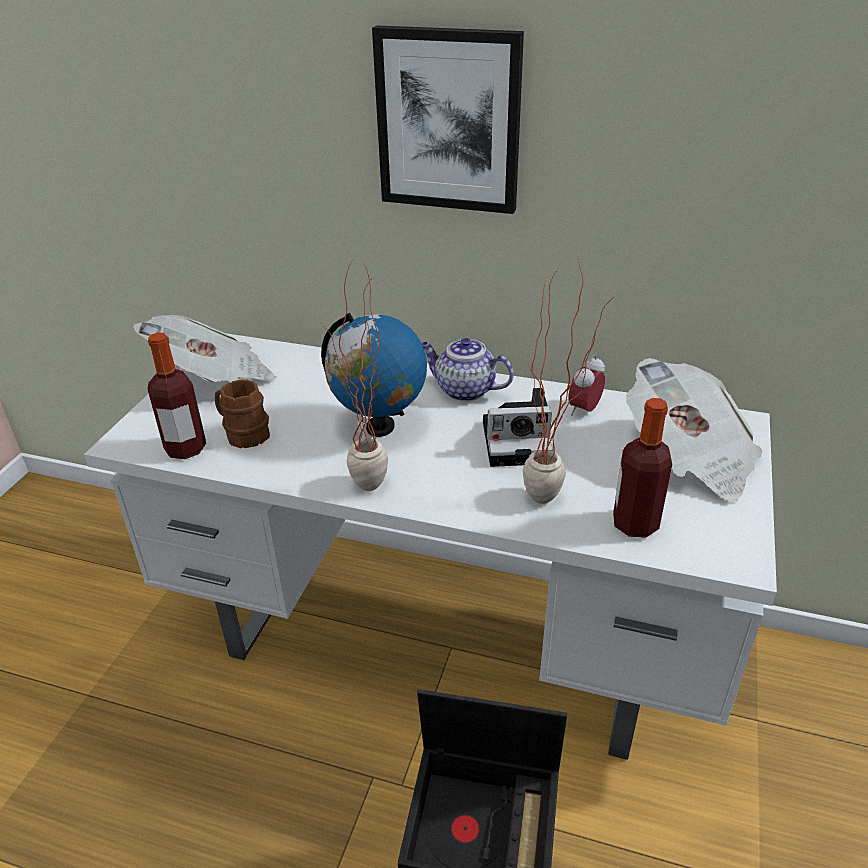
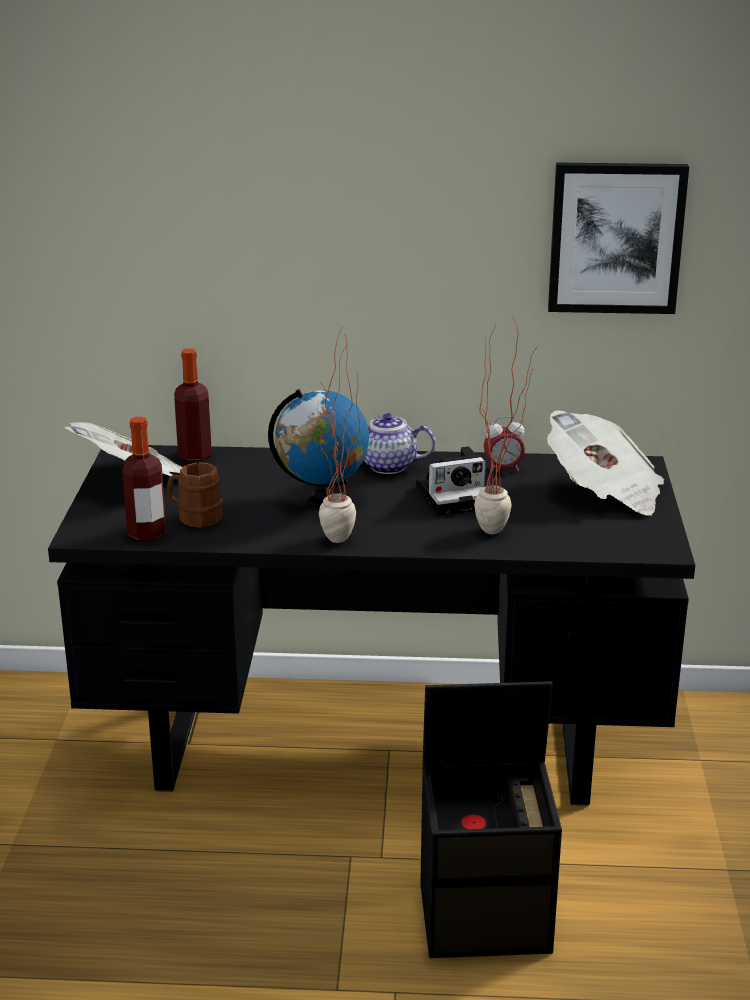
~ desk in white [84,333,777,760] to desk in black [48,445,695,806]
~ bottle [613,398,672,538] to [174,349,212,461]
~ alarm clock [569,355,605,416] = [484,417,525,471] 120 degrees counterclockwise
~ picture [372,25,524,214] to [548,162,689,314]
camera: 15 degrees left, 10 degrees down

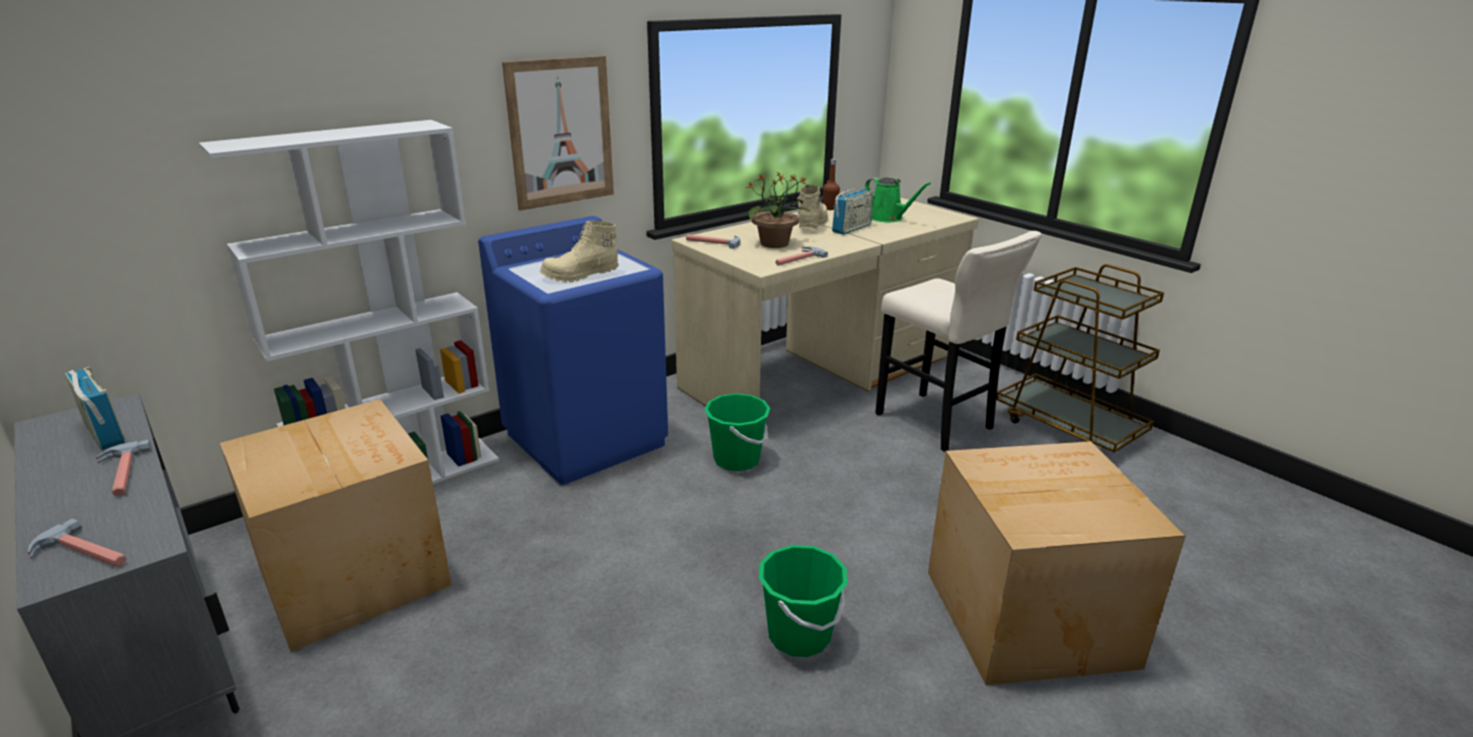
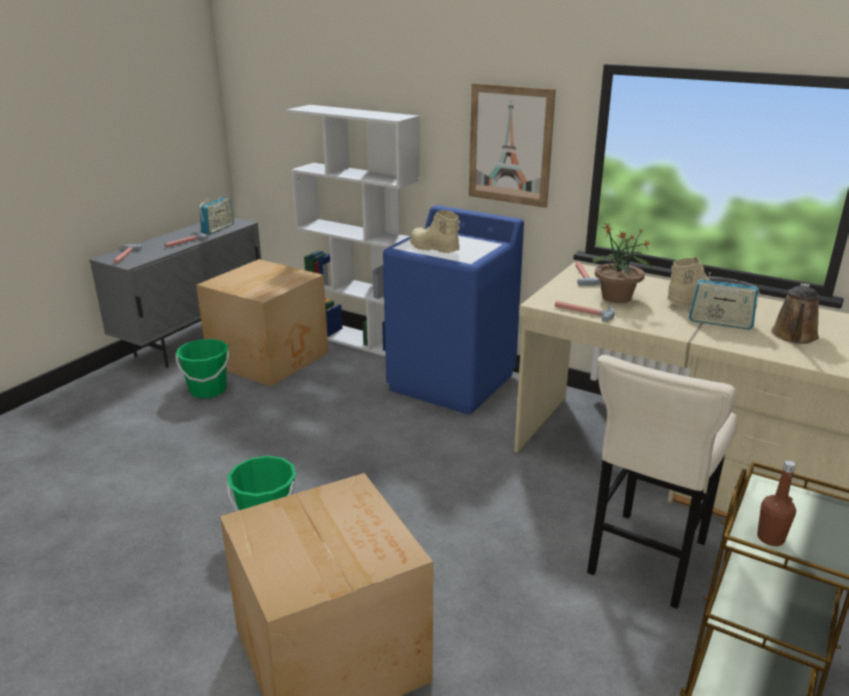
~ bucket in green [704,393,770,471] to [176,339,229,398]
~ bottle in brown [823,159,840,210] to [757,460,796,546]
~ watering can in green [865,177,931,222] to watering can in brown [771,283,819,344]
camera: 70 degrees right, 0 degrees up

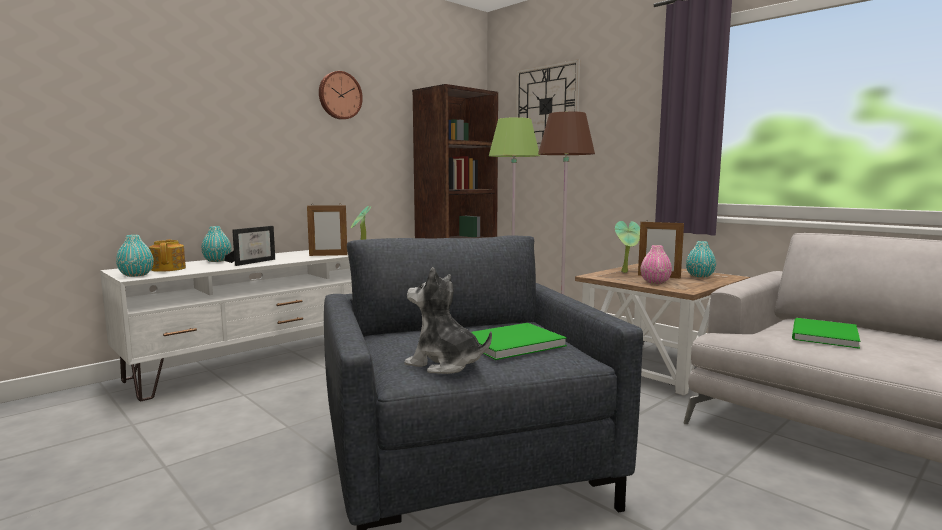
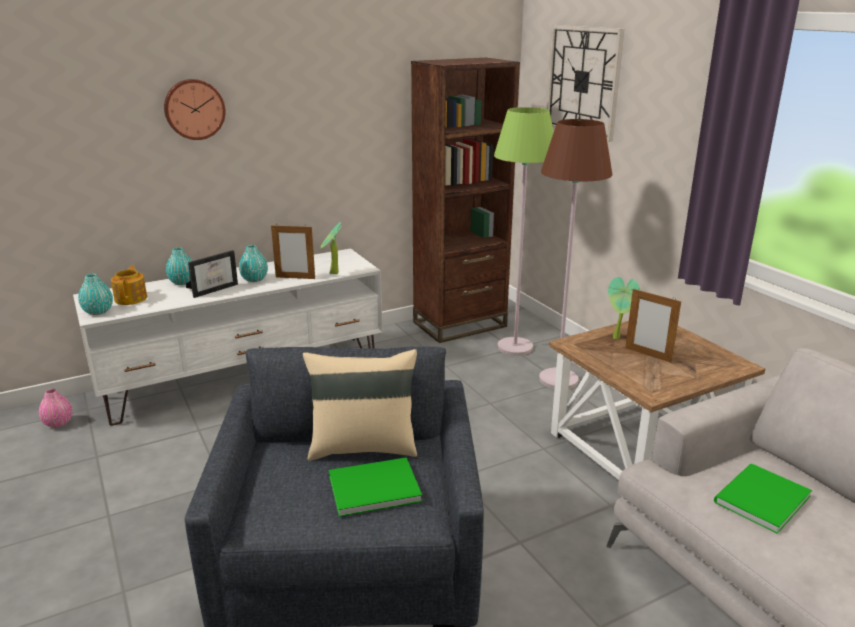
~ vase in pink [641,245,672,284] to [39,389,73,428]
~ wall clock [319,71,363,120] to [164,79,226,140]
~ vase in turquoise [686,241,716,278] to [239,245,268,282]
+ pillow in beige [303,349,417,461]
- plush toy [404,267,492,374]
camera: 15 degrees right, 15 degrees up

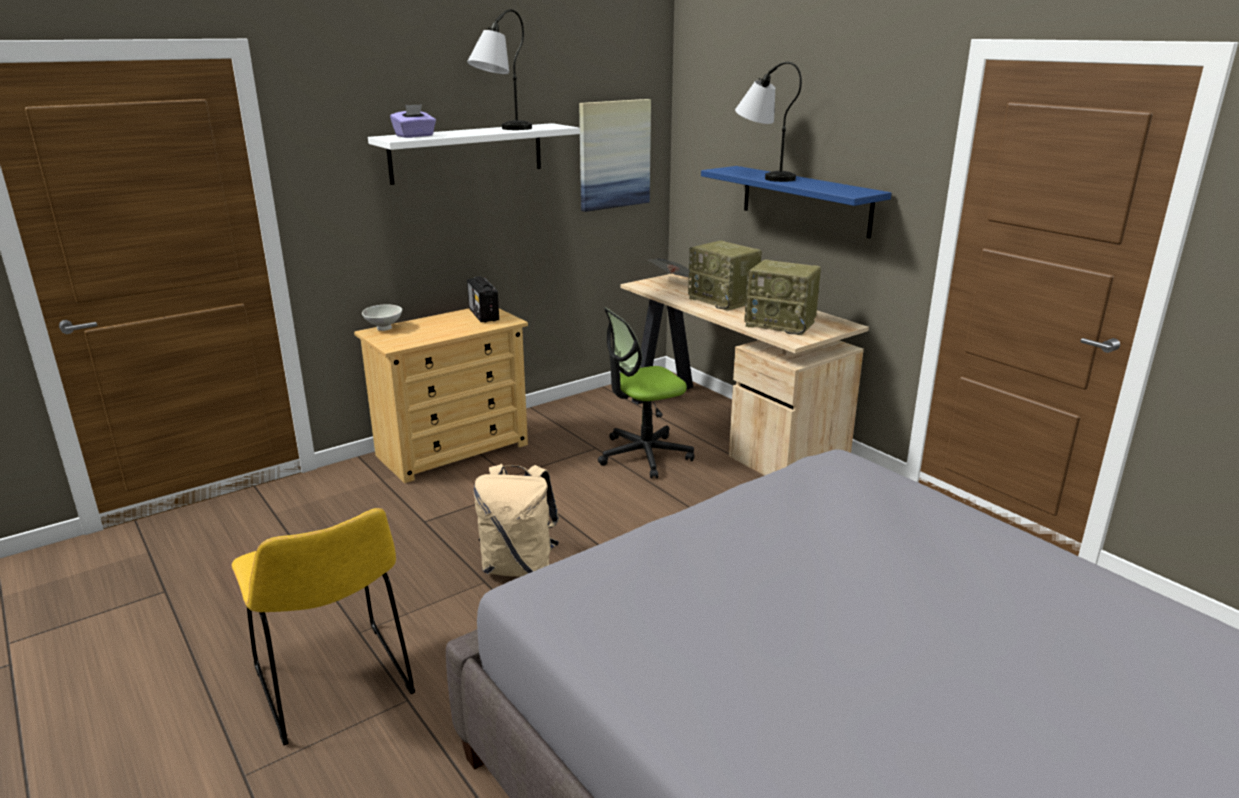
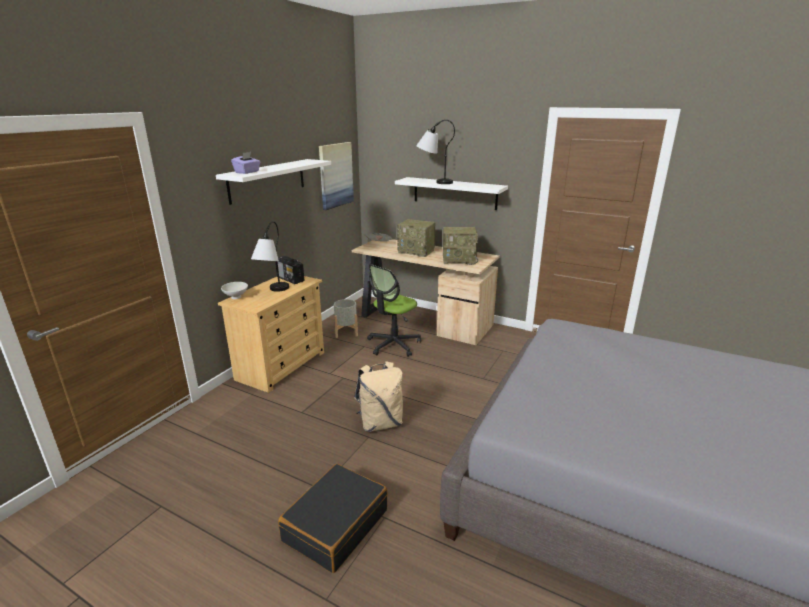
~ table lamp [467,9,532,130] to [251,221,289,292]
~ chair in yellow [231,508,415,745] to suitcase in black [278,464,387,573]
+ planter in grey [334,299,358,338]
~ shelf in blue [701,166,891,238] to shelf in white [395,177,508,210]
camera: 25 degrees left, 0 degrees up

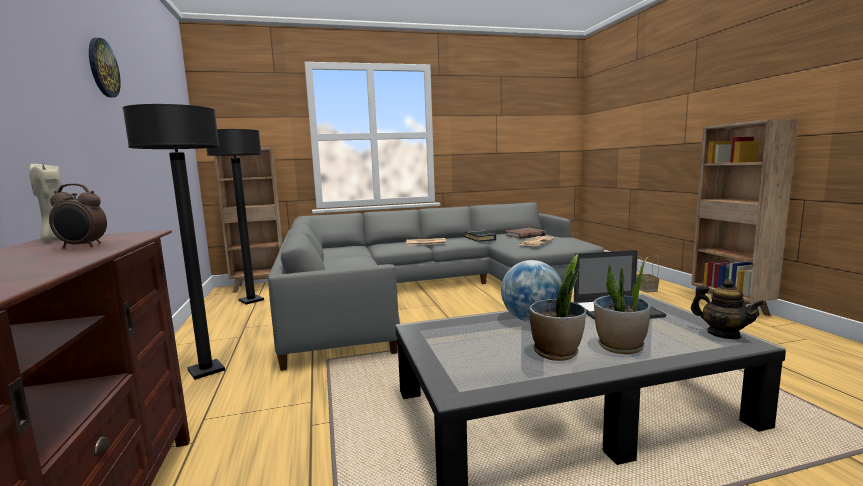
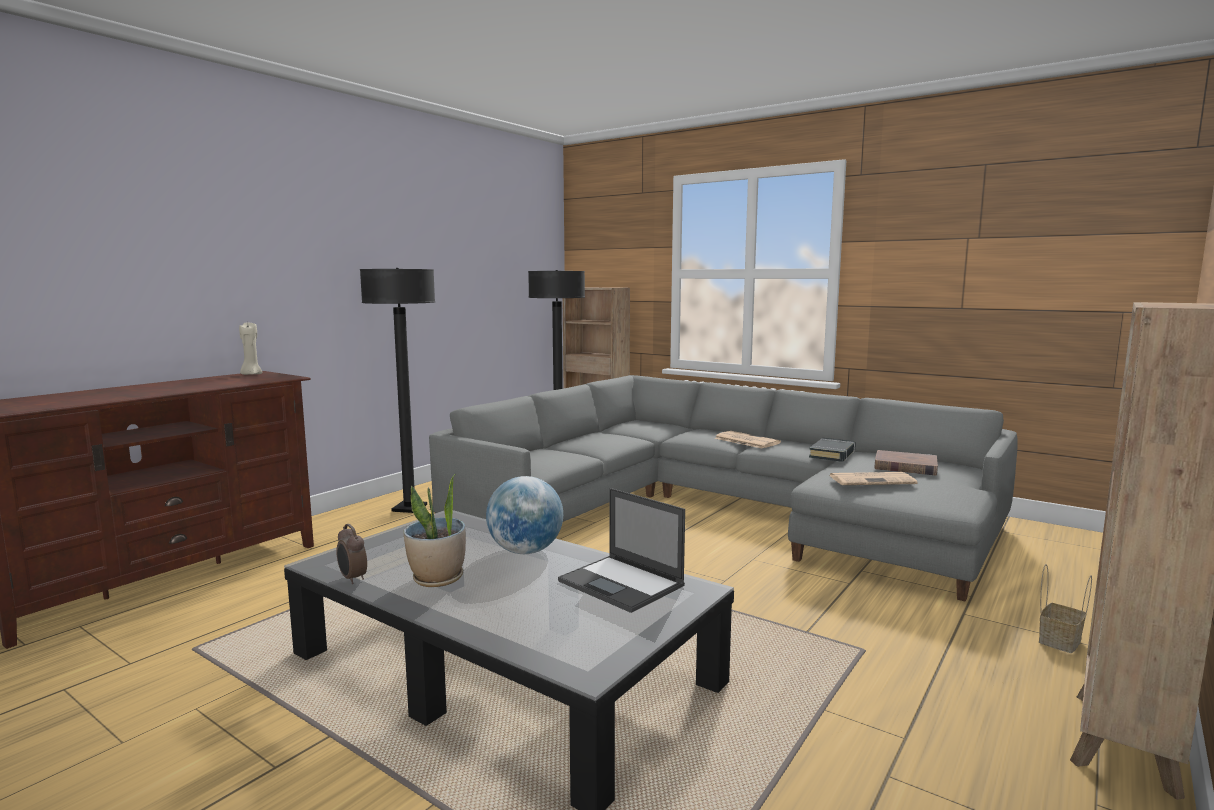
~ alarm clock [49,184,107,248] to [336,524,367,584]
- wall clock [89,38,121,97]
- potted plant [594,257,651,354]
- teapot [691,279,765,339]
camera: 50 degrees right, 0 degrees up

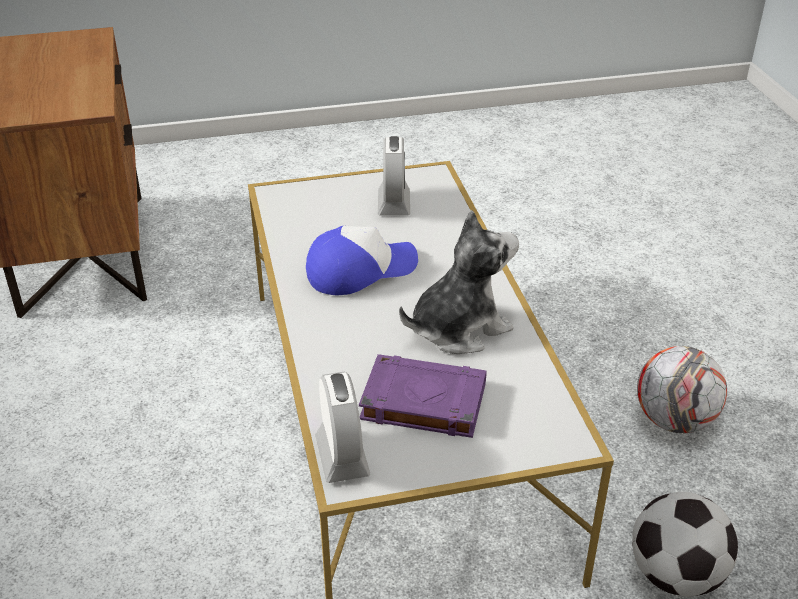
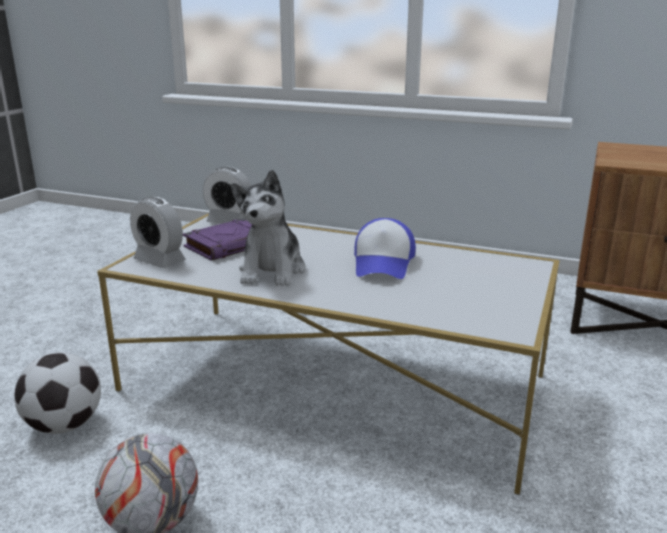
~ alarm clock [378,136,410,216] to [130,197,186,268]
camera: 125 degrees right, 15 degrees down

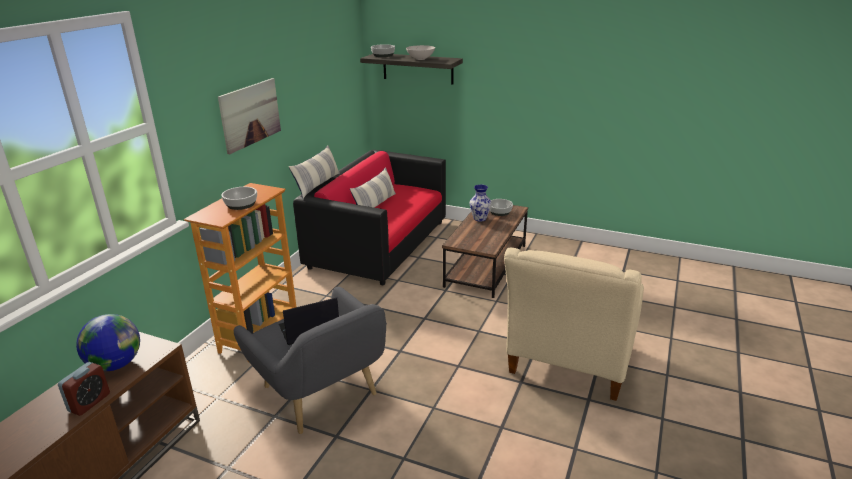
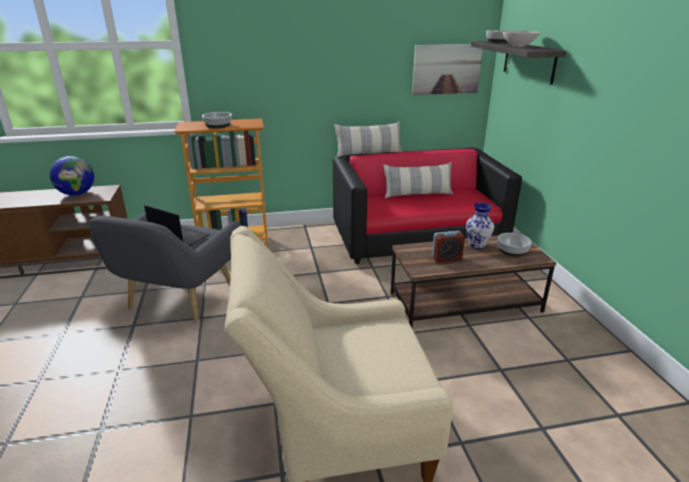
~ picture [218,78,281,154] to [412,44,483,95]
~ alarm clock [58,362,110,416] to [432,231,465,263]
camera: 55 degrees right, 0 degrees up

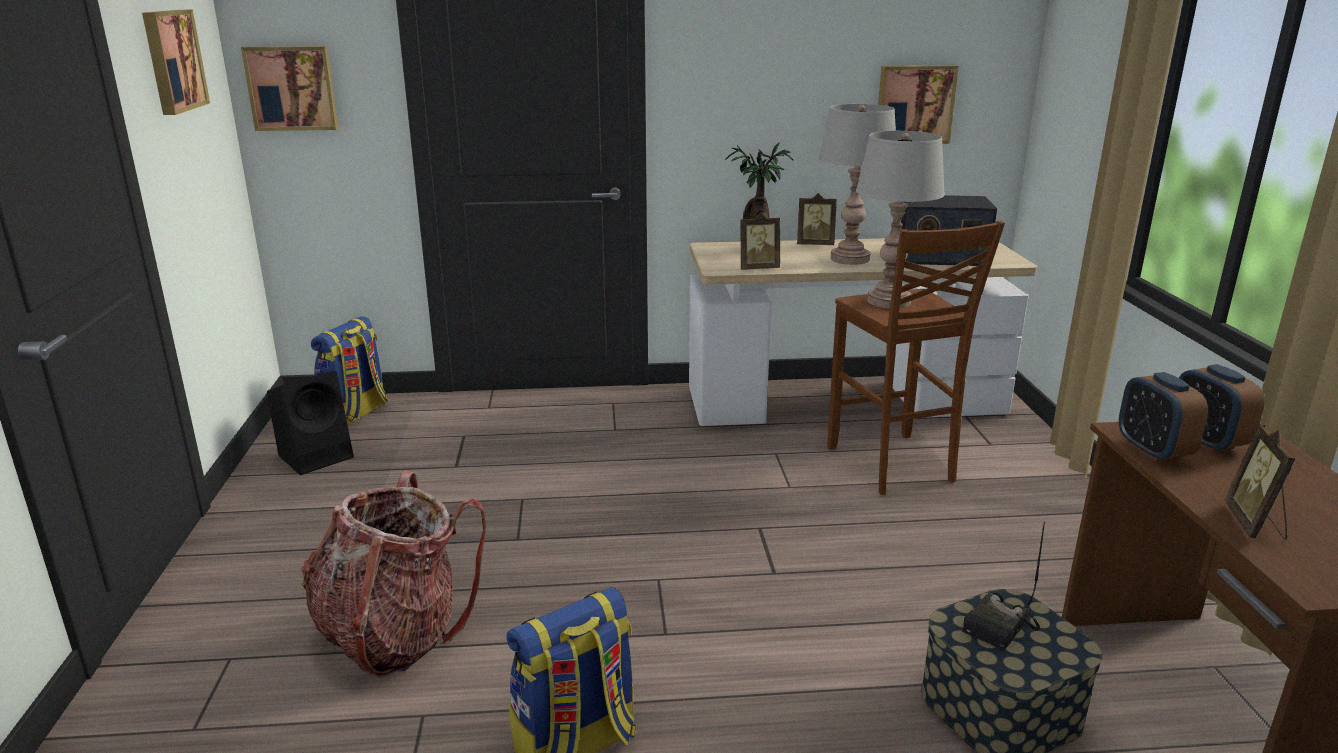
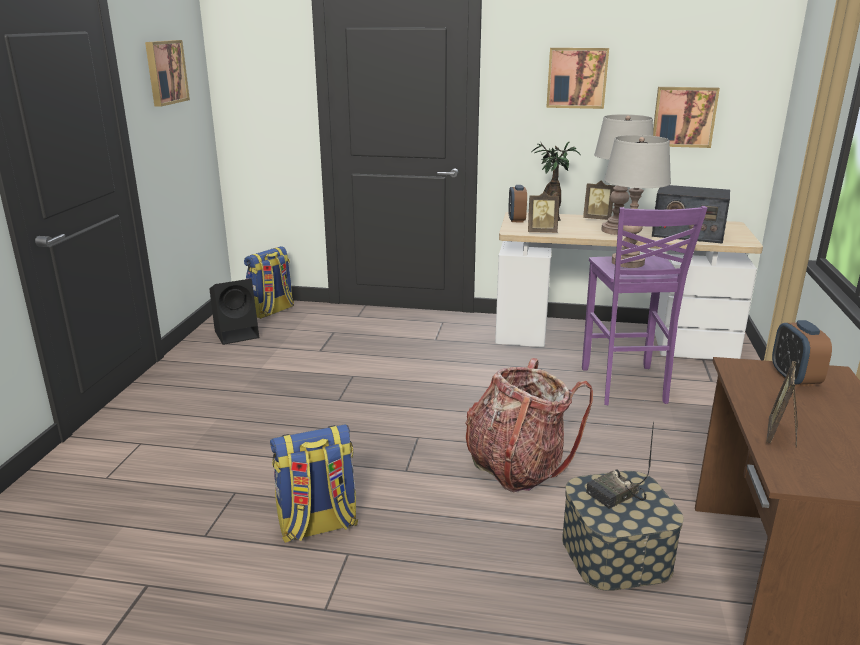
~ backpack [301,470,486,678] to [465,358,593,492]
~ alarm clock [1119,372,1208,462] to [508,185,527,222]
~ picture [241,46,338,131] to [546,47,609,109]
~ stool in brown [827,221,1005,495] to stool in purple [582,206,707,405]
camera: 15 degrees right, 0 degrees up

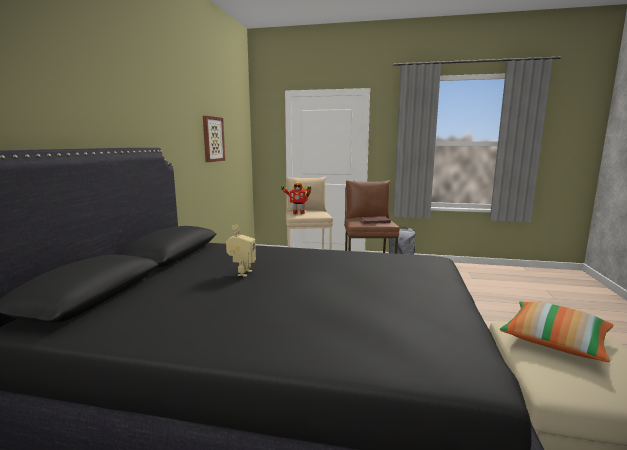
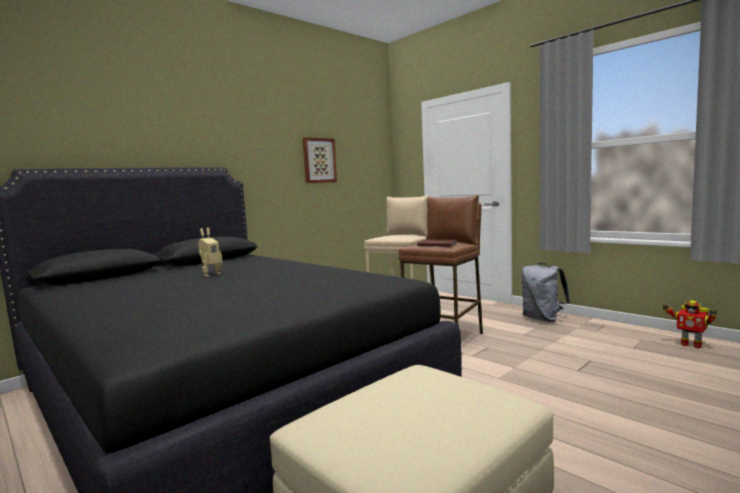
~ toy robot [281,182,311,214] to [662,300,717,349]
- pillow [499,301,613,362]
camera: 35 degrees right, 5 degrees down

